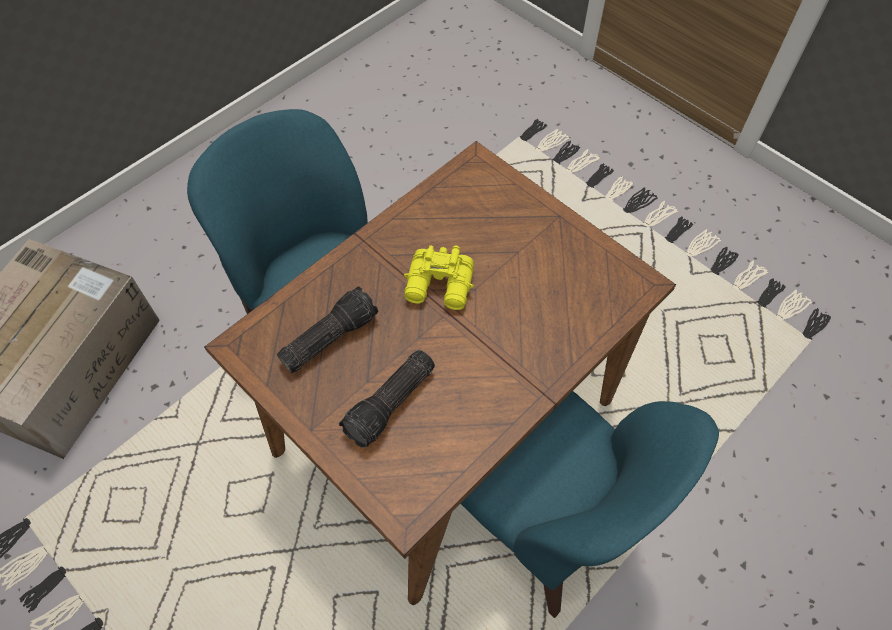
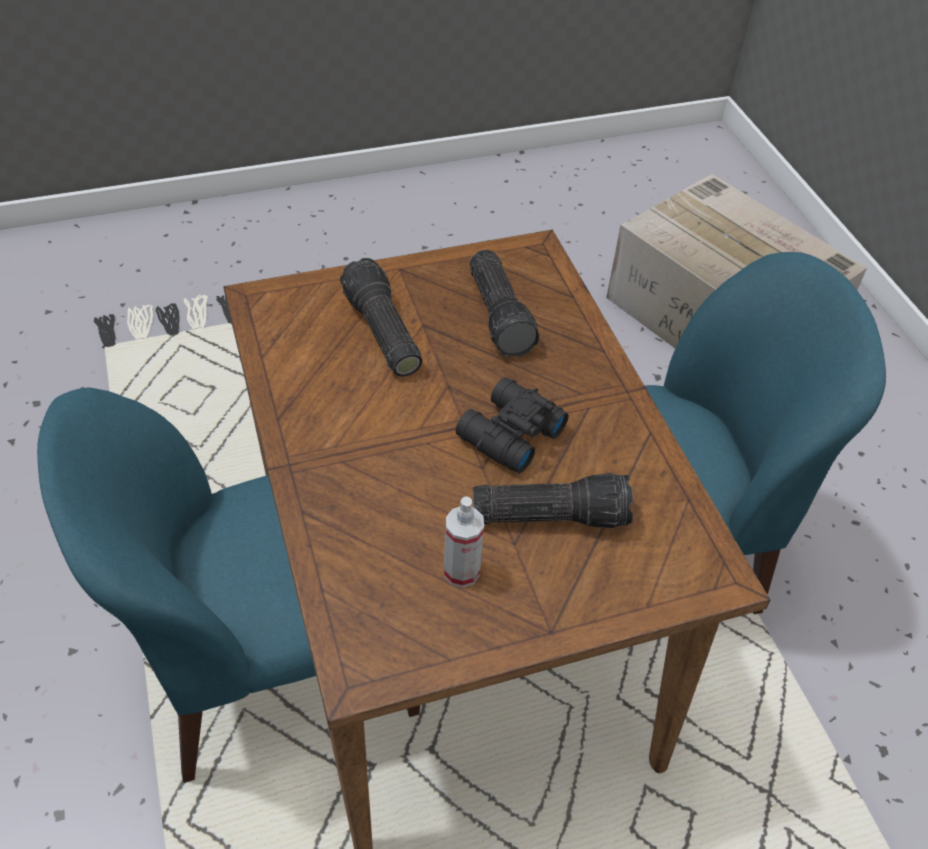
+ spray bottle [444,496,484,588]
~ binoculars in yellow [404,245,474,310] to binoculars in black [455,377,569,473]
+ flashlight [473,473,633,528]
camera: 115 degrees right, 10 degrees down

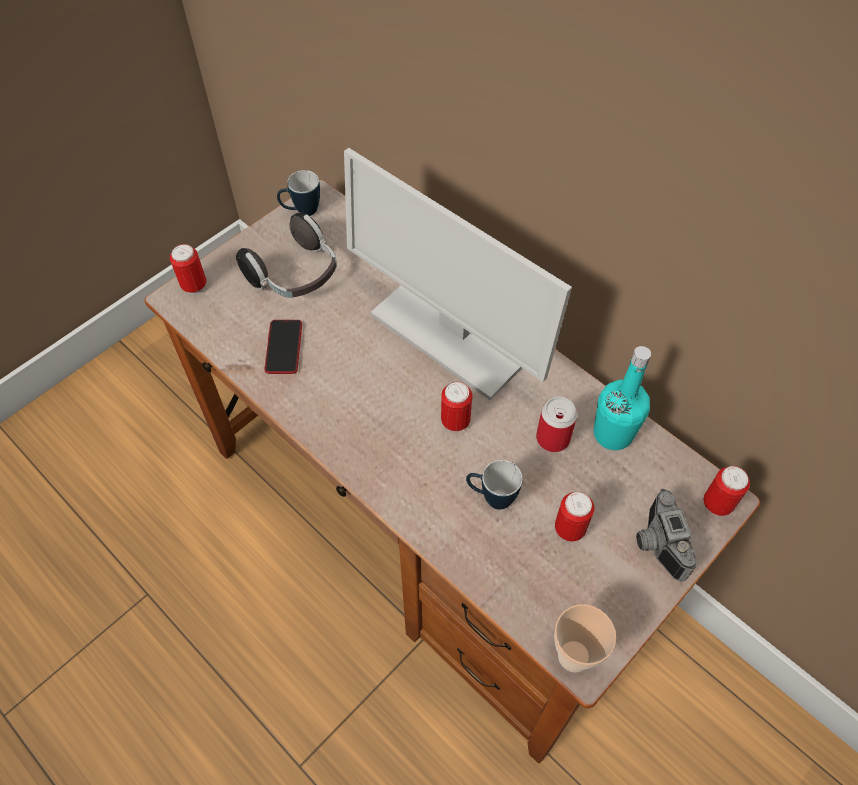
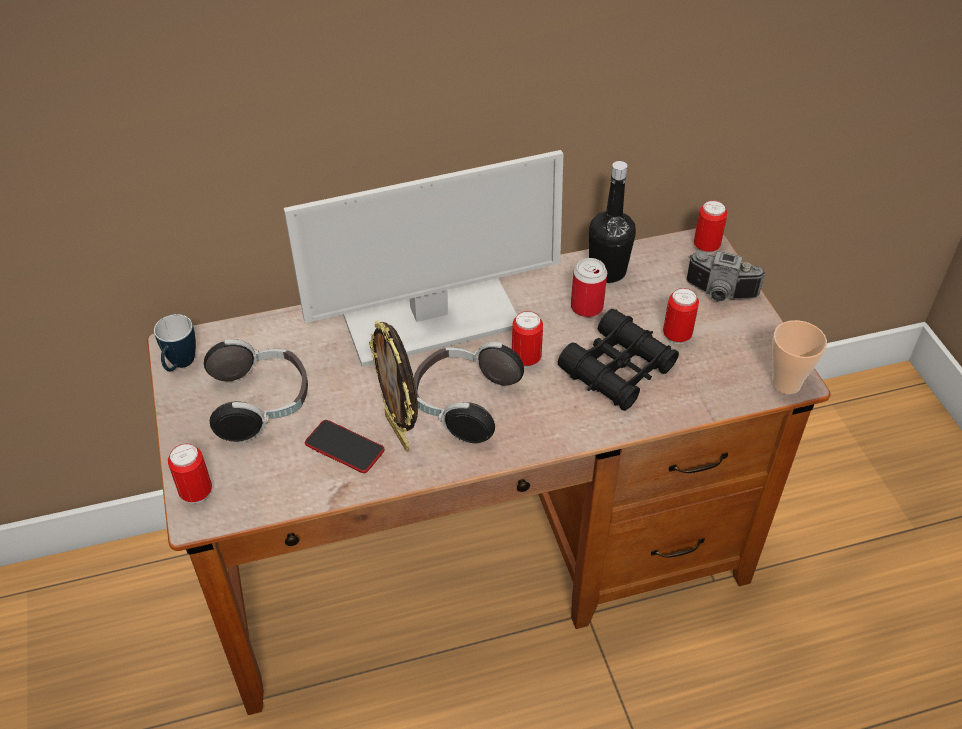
+ picture frame [369,320,418,451]
+ headphones [414,342,524,443]
~ mug [466,460,522,510] to binoculars in black [558,309,679,411]
~ bottle in turquoise [594,346,651,450] to bottle in black [589,161,636,283]
camera: 60 degrees left, 10 degrees down

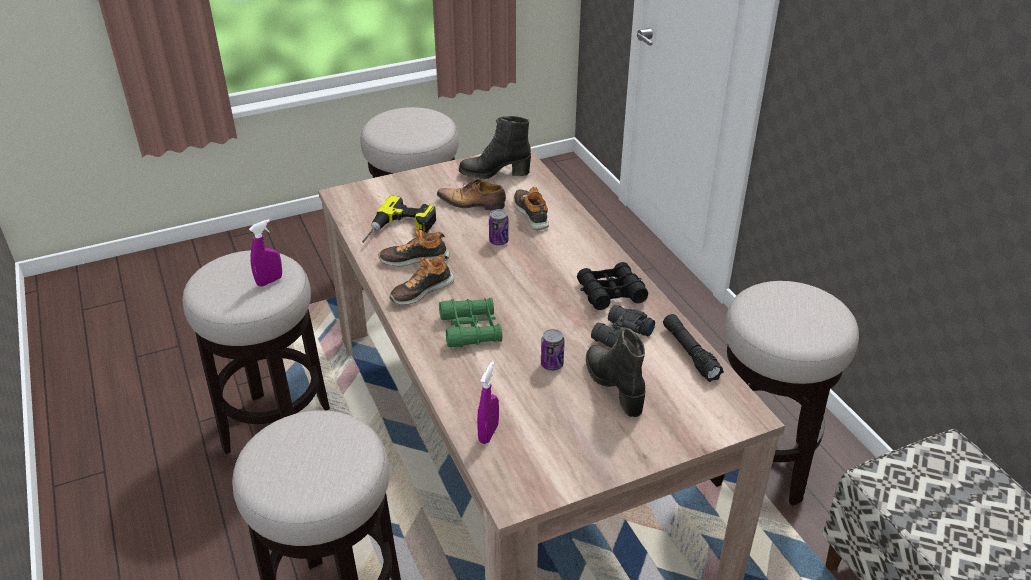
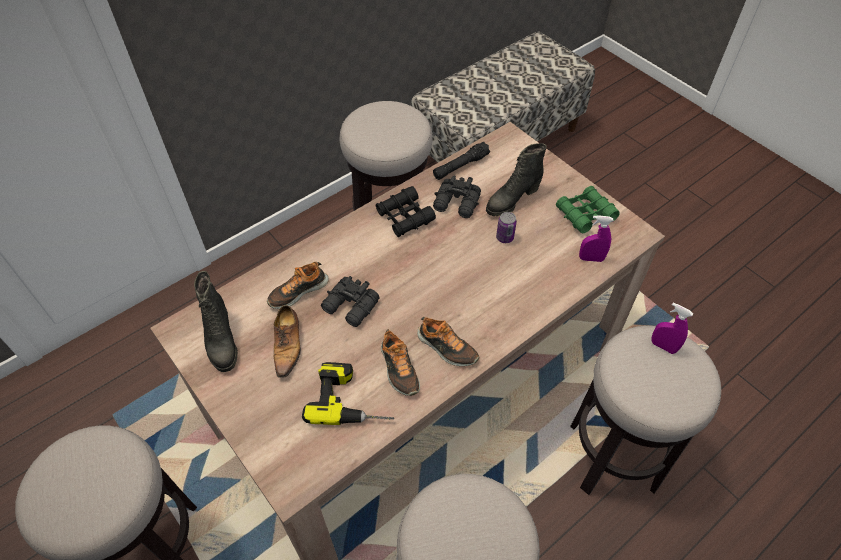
~ can [489,209,509,245] to binoculars in black [321,276,380,327]
~ binoculars in green [439,298,503,348] to [556,186,620,233]
~ spray bottle in purple [249,219,282,287] to [651,302,693,354]
camera: 105 degrees left, 15 degrees up

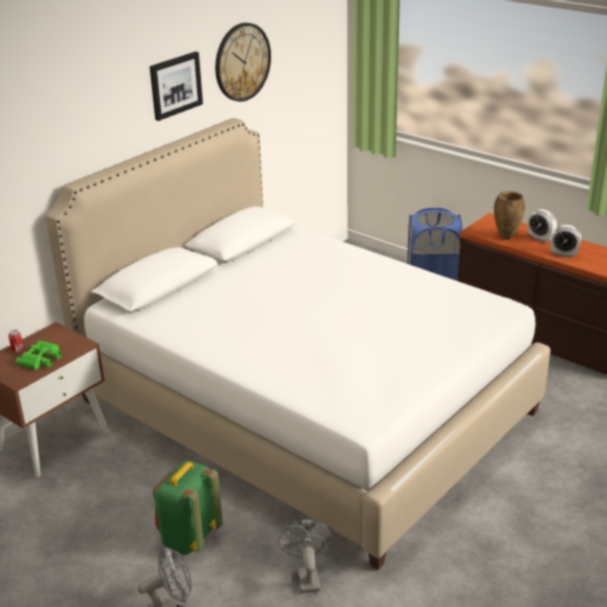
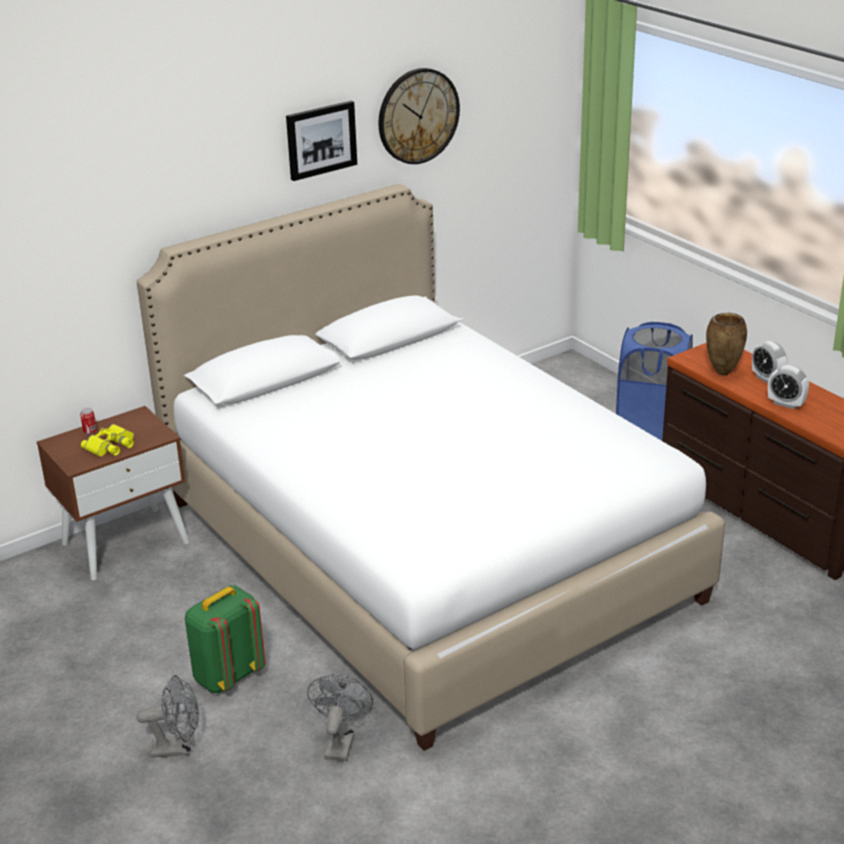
~ binoculars in green [16,340,62,370] to binoculars in yellow [81,424,134,457]
camera: 15 degrees right, 0 degrees up

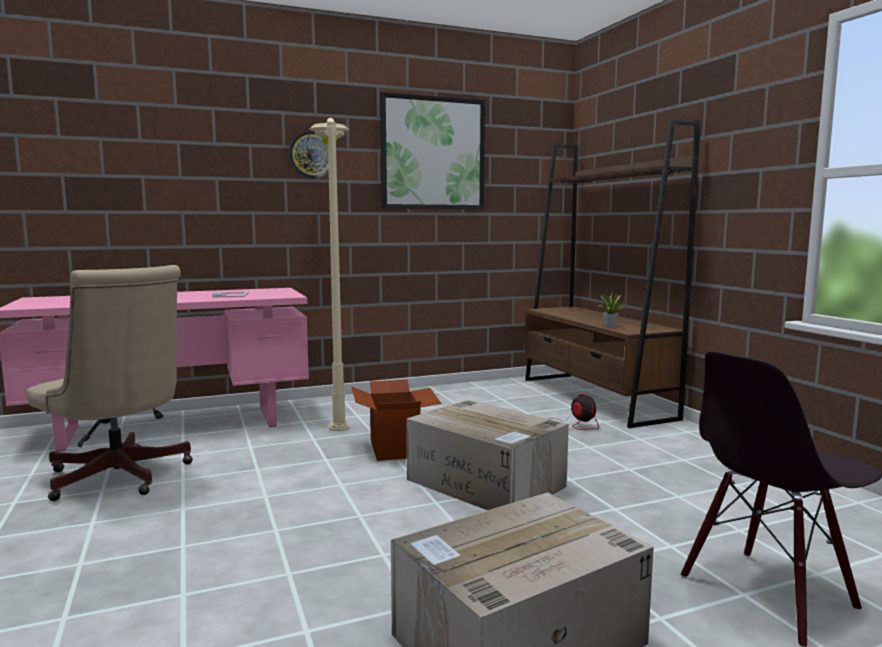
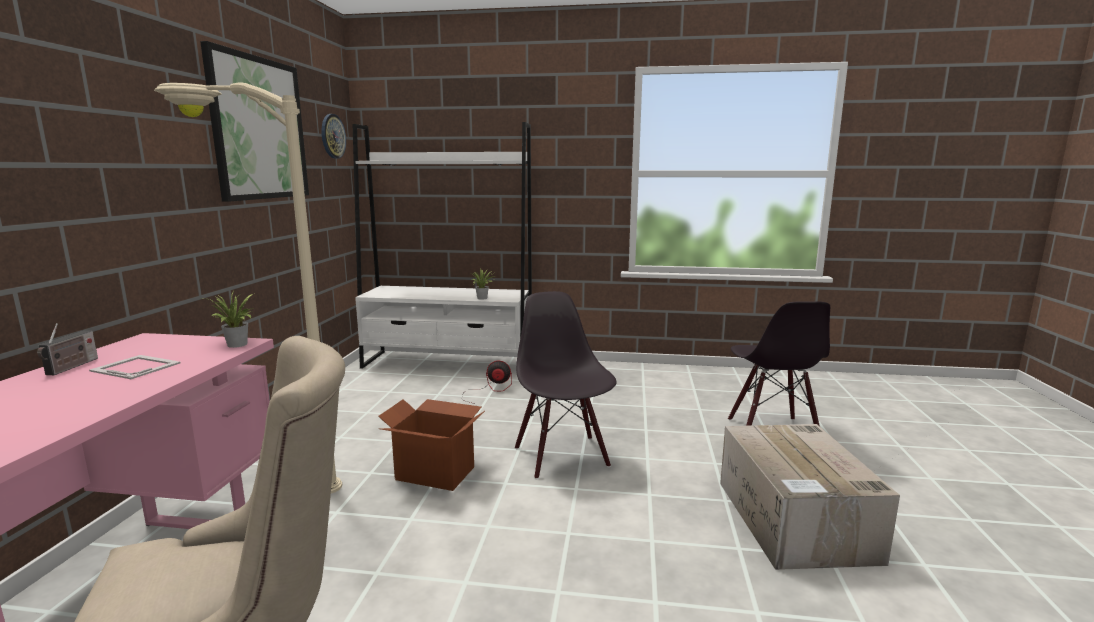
+ radio [37,323,98,375]
+ potted plant [202,291,254,348]
~ wall clock [289,131,329,179] to [321,114,346,159]
~ bookcase in brown [525,119,701,428] to bookcase in white [353,122,532,369]
~ cardboard box [406,400,569,510] to chair in black [515,291,616,479]
camera: 60 degrees left, 5 degrees up

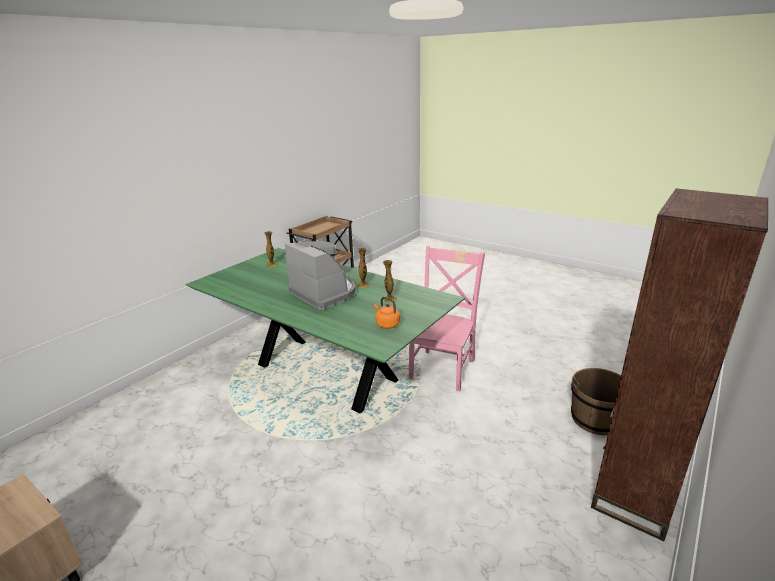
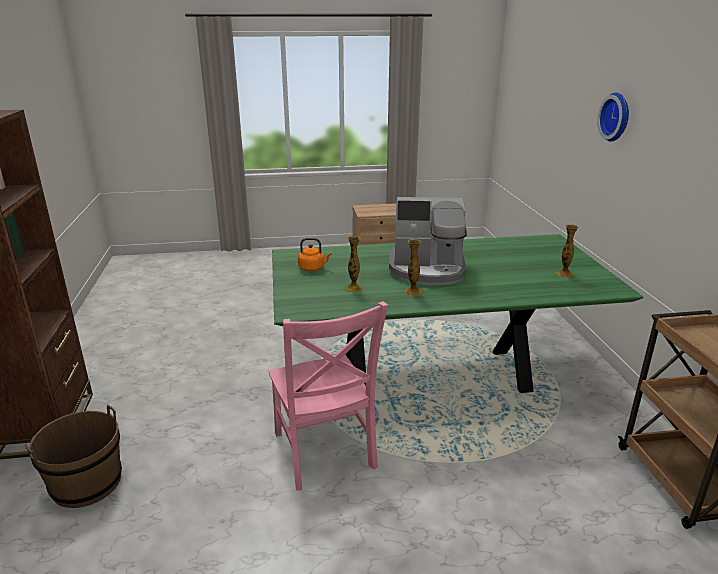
+ wall clock [597,92,629,142]
camera: 135 degrees right, 0 degrees up

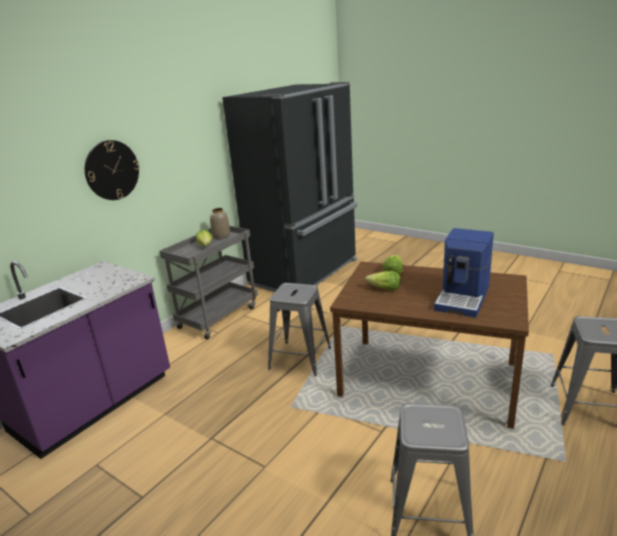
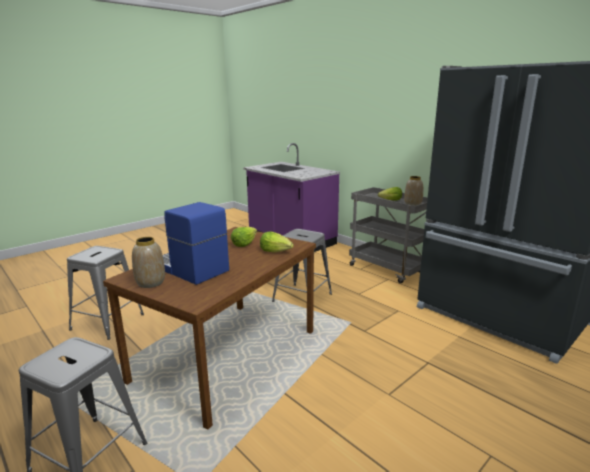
+ vase [132,237,165,288]
- wall clock [85,140,140,200]
camera: 100 degrees right, 5 degrees down

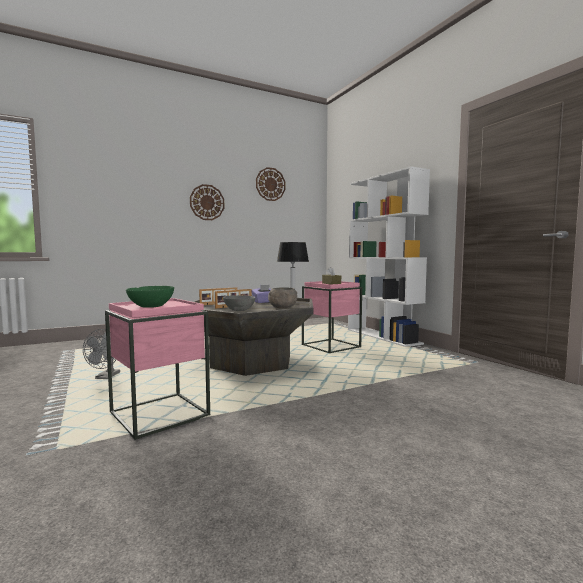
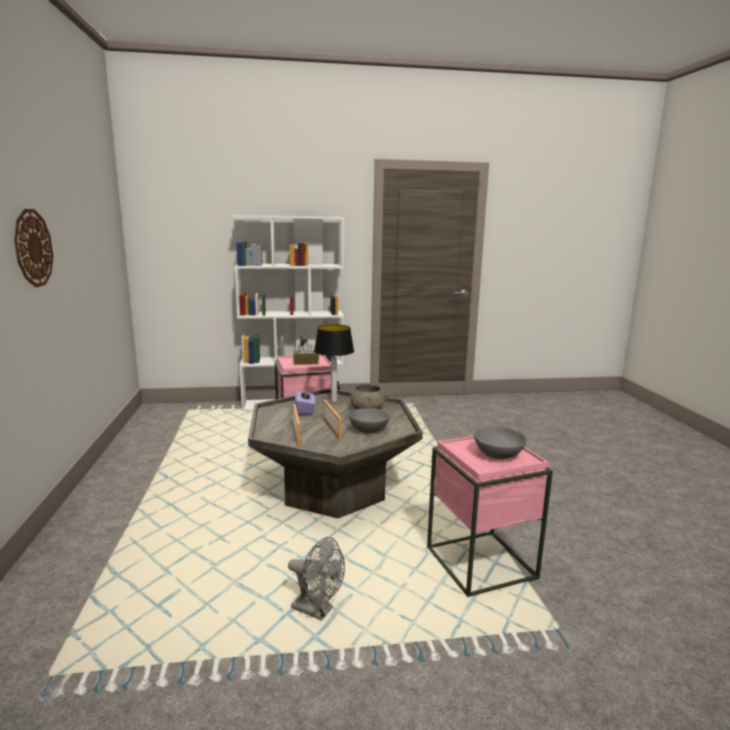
~ bowl in green [126,286,174,308] to bowl in grey [474,426,527,459]
- wall clock [256,167,285,201]
camera: 70 degrees left, 10 degrees up

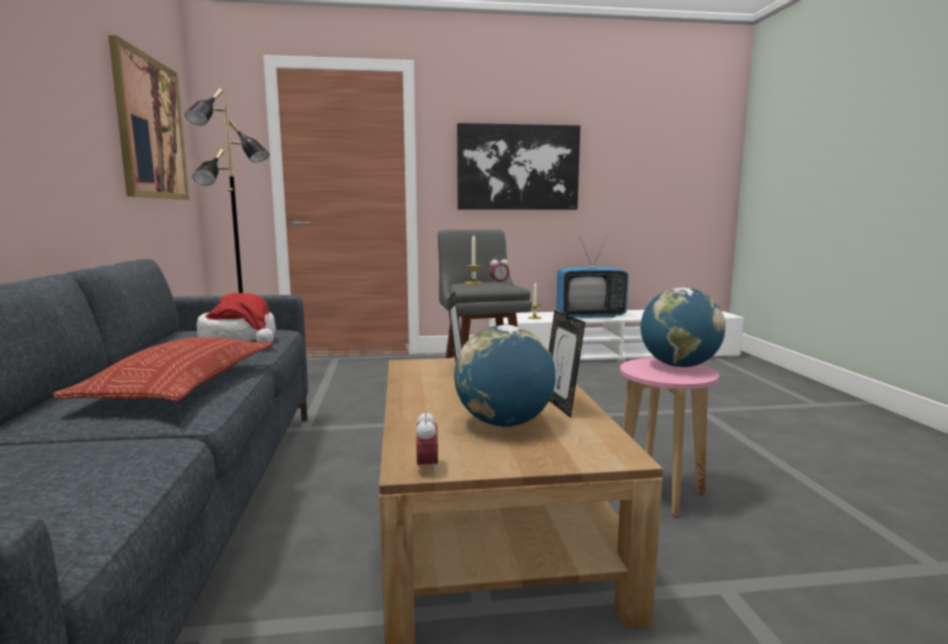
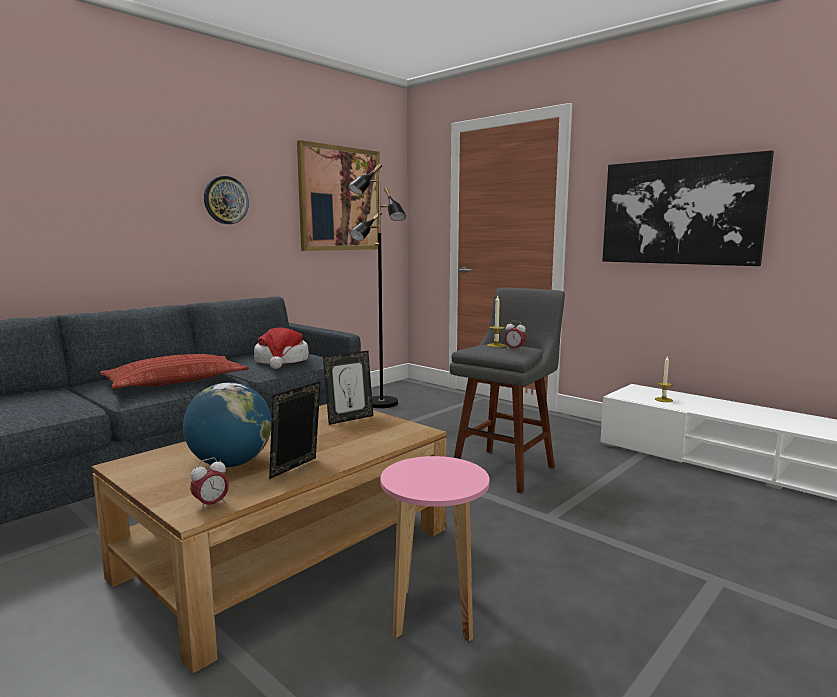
~ alarm clock [416,408,438,474] to [190,458,229,511]
+ wall clock [204,176,249,224]
- television [556,236,629,318]
- globe [641,288,726,367]
camera: 50 degrees right, 0 degrees up

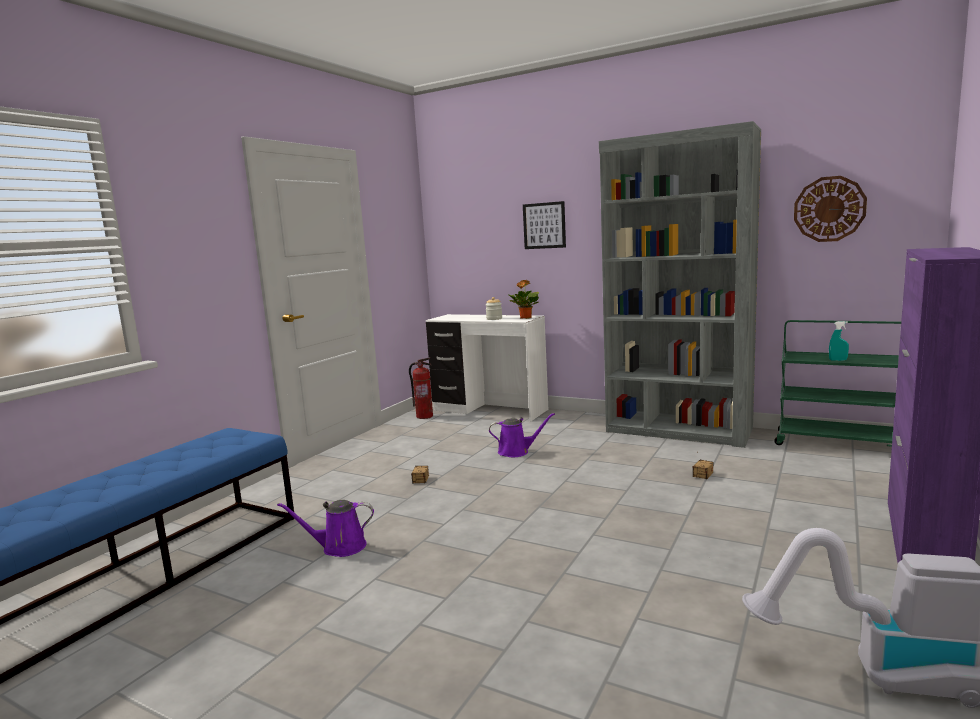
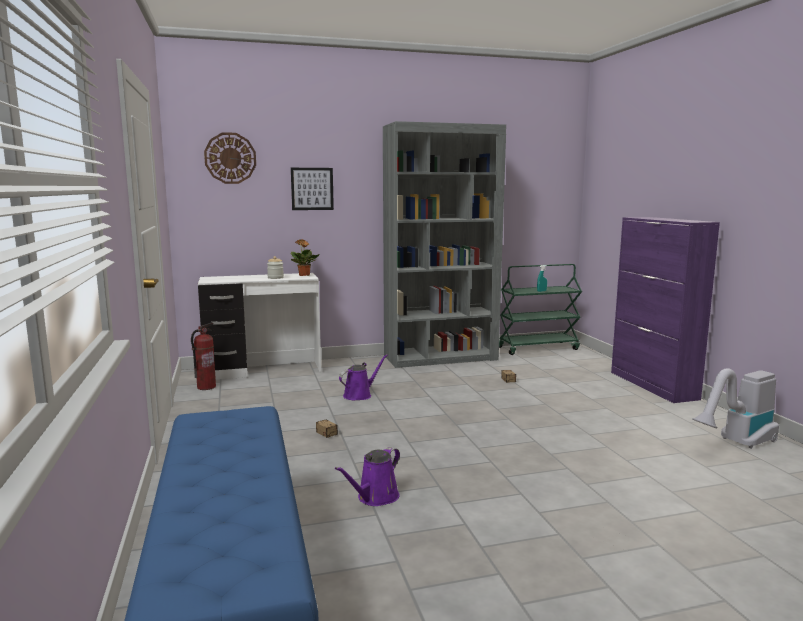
~ wall clock [794,176,867,242] to [204,132,256,184]
camera: 45 degrees left, 0 degrees up

